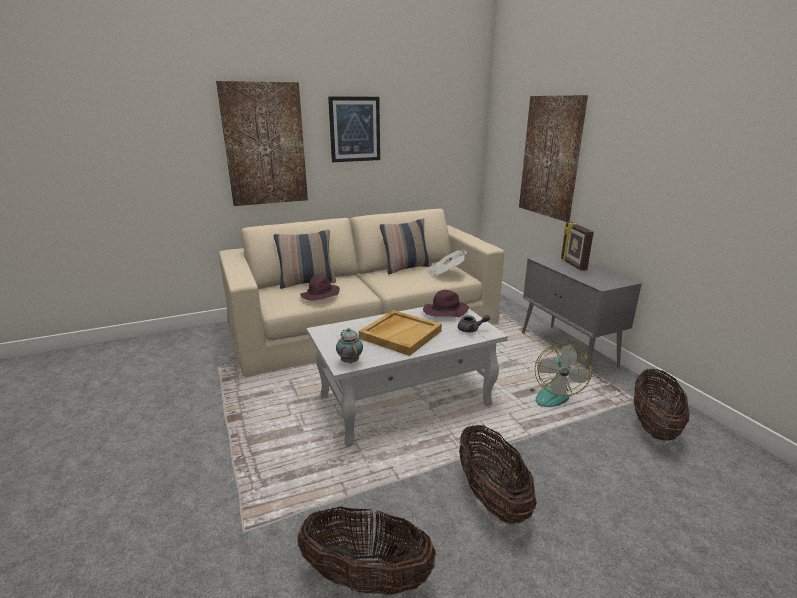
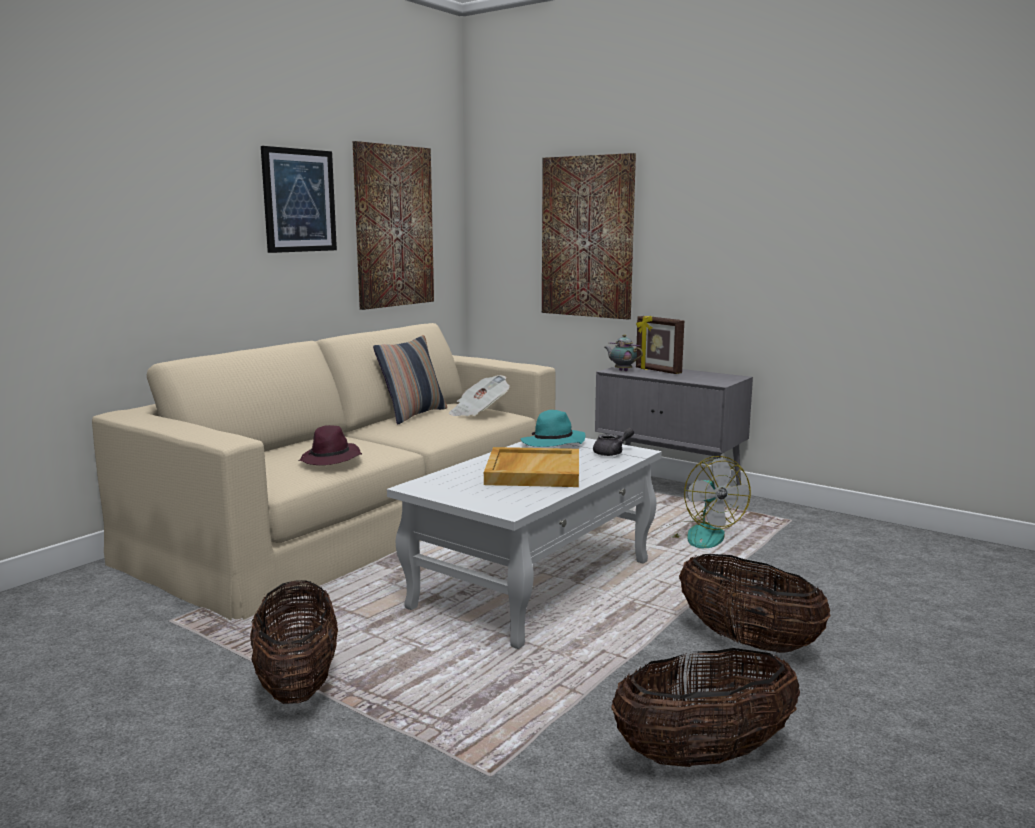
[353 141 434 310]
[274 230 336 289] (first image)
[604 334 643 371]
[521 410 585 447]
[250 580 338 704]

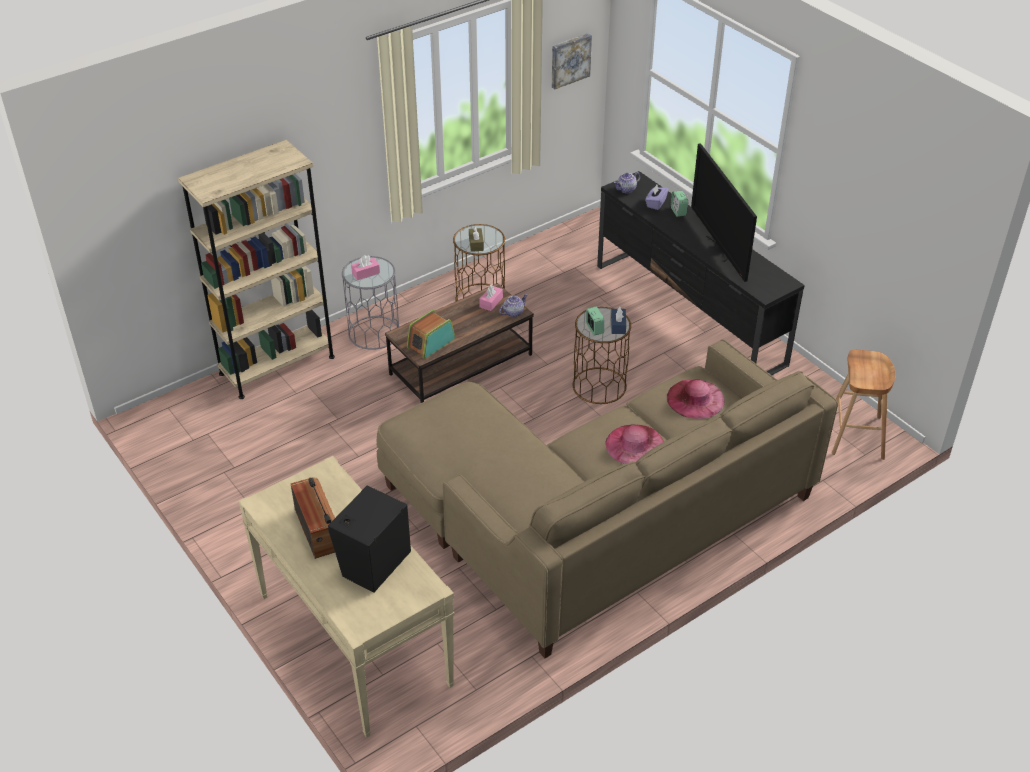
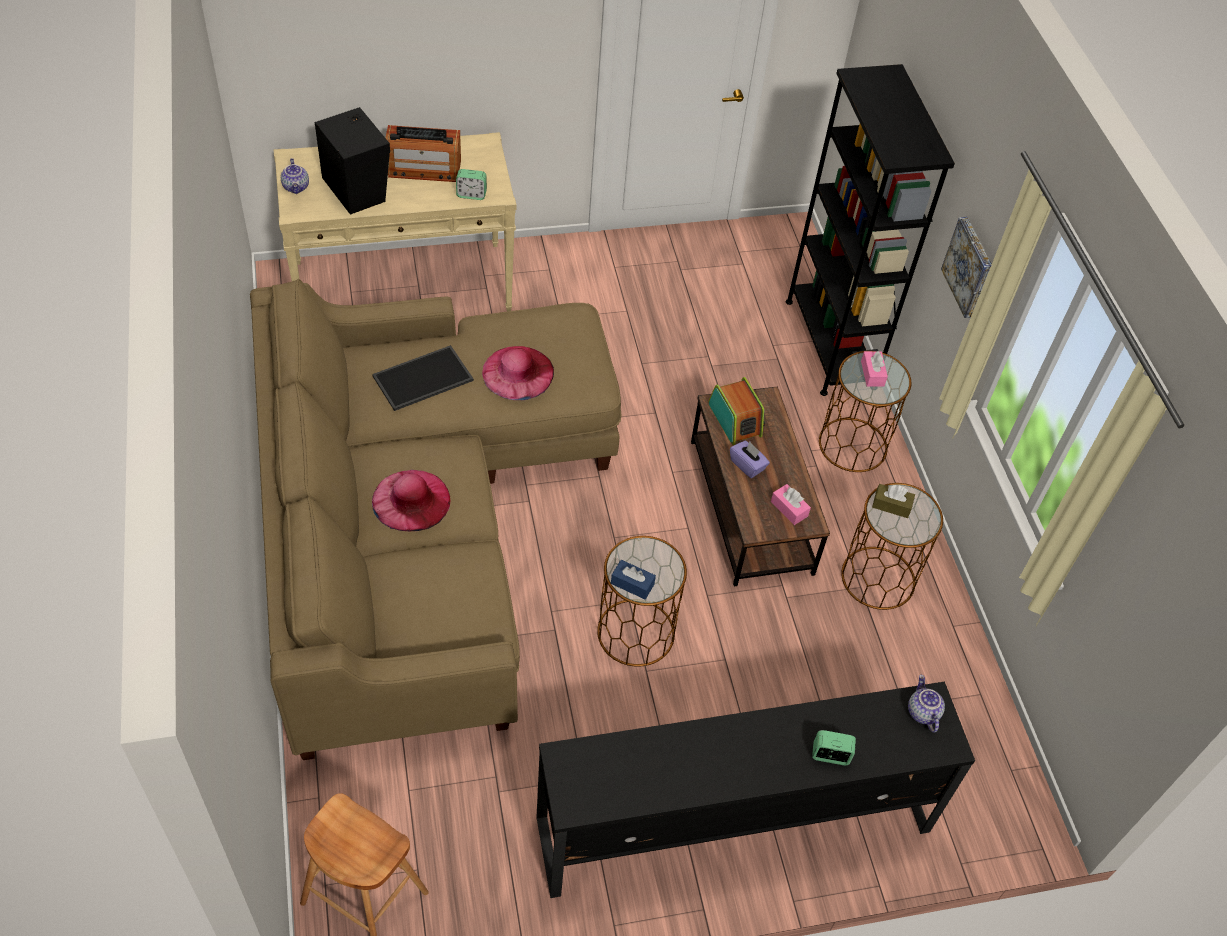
[786 64 955 396]
[819 351 911 472]
[281 158 309 194]
[941 217 992 318]
[456 169 487 200]
[730 441 770 478]
[482 346 554 400]
[691 143 757 282] (first image)
[372 345 474 411]

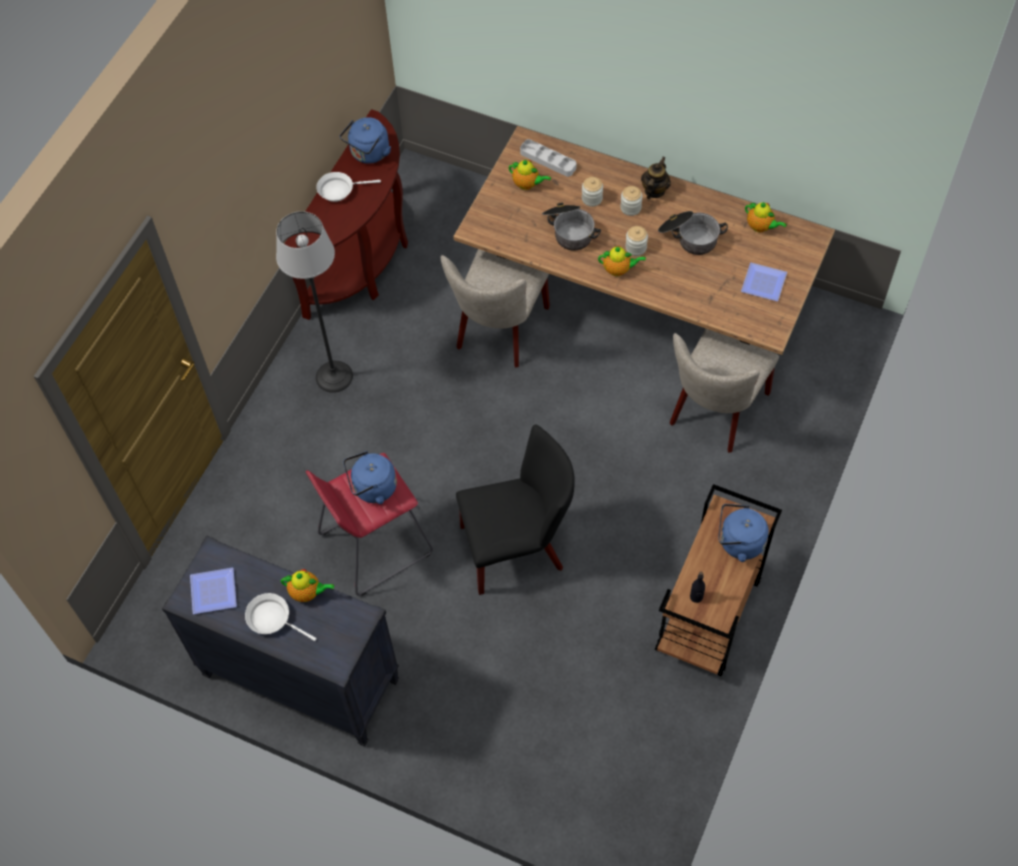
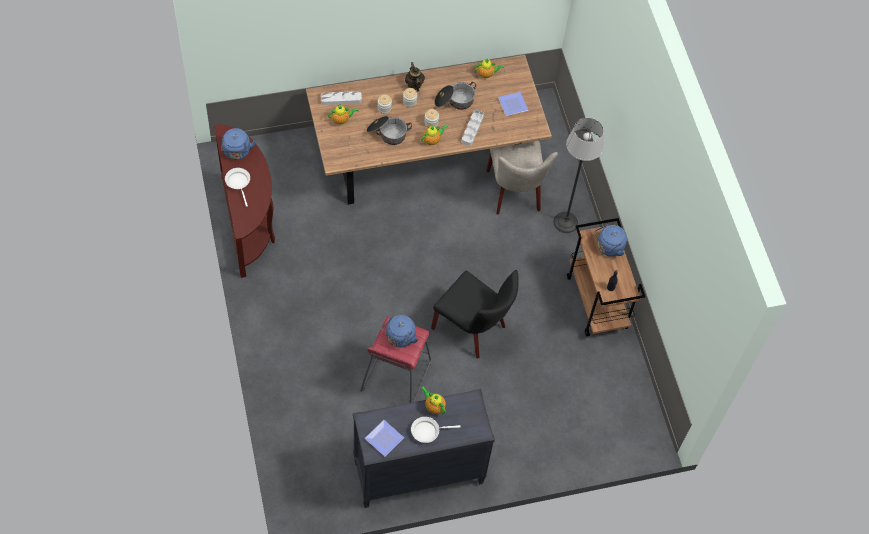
[553 118 604 233]
[421 386 446 414]
[225 168 250 207]
[441 249 550 368] (first image)
[431 270 519 359]
[462 110 484 146]

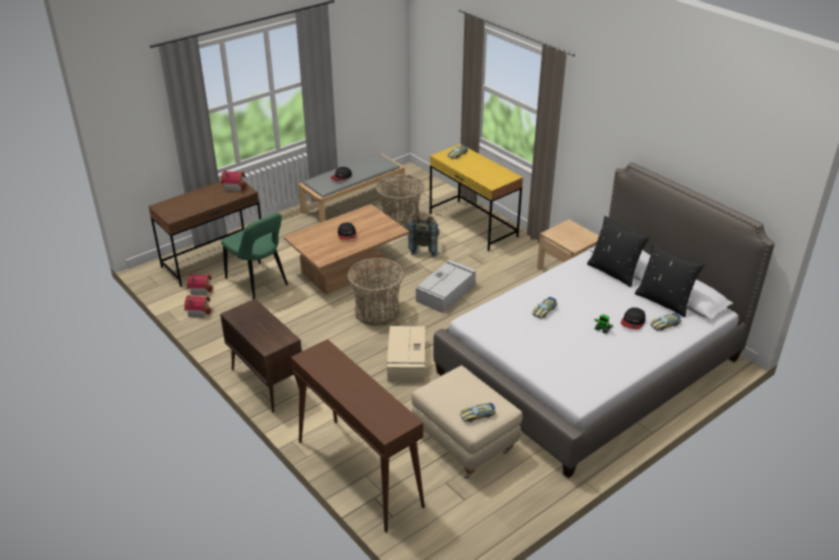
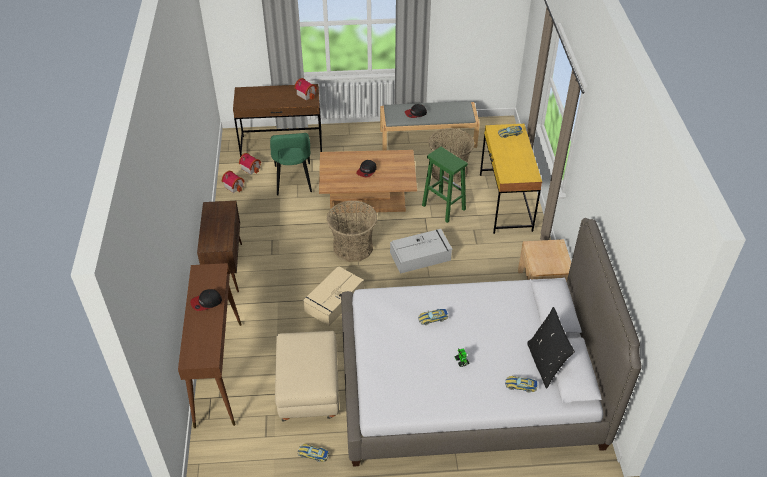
[422 147 468 223]
[298 444 329 462]
[587 216 650 287] (first image)
[190 289 222 311]

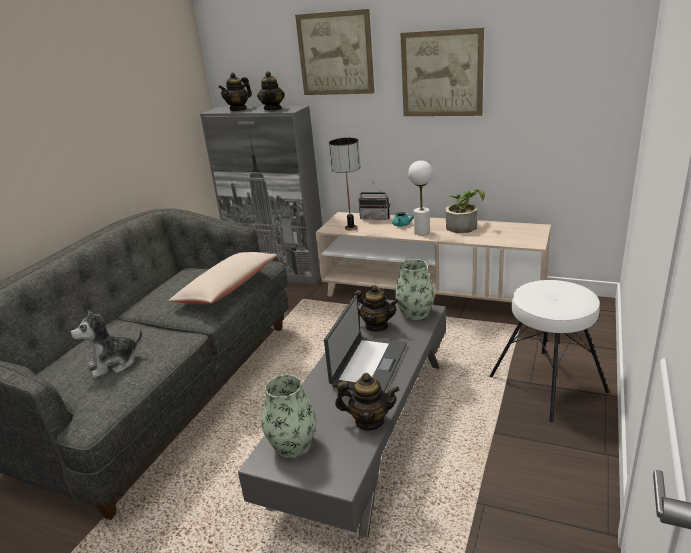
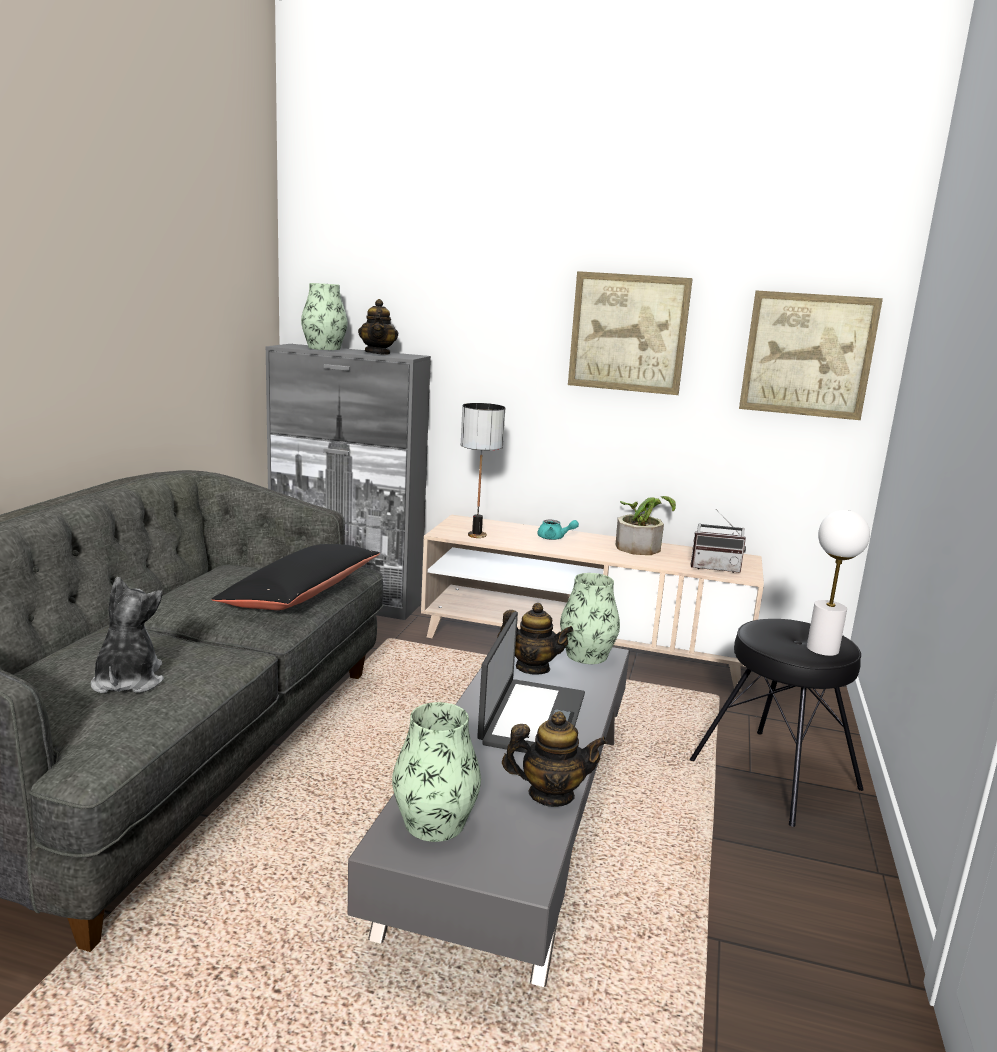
[91 577 164 693]
[211 544 380 610]
[301 283 348 350]
[739 290 883 420]
[690 509 746 573]
[807 510 870 656]
[690 619 864 827]

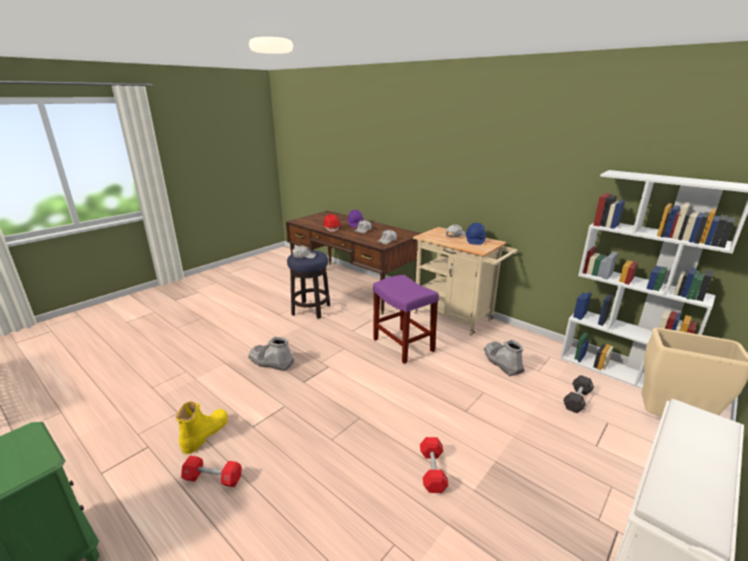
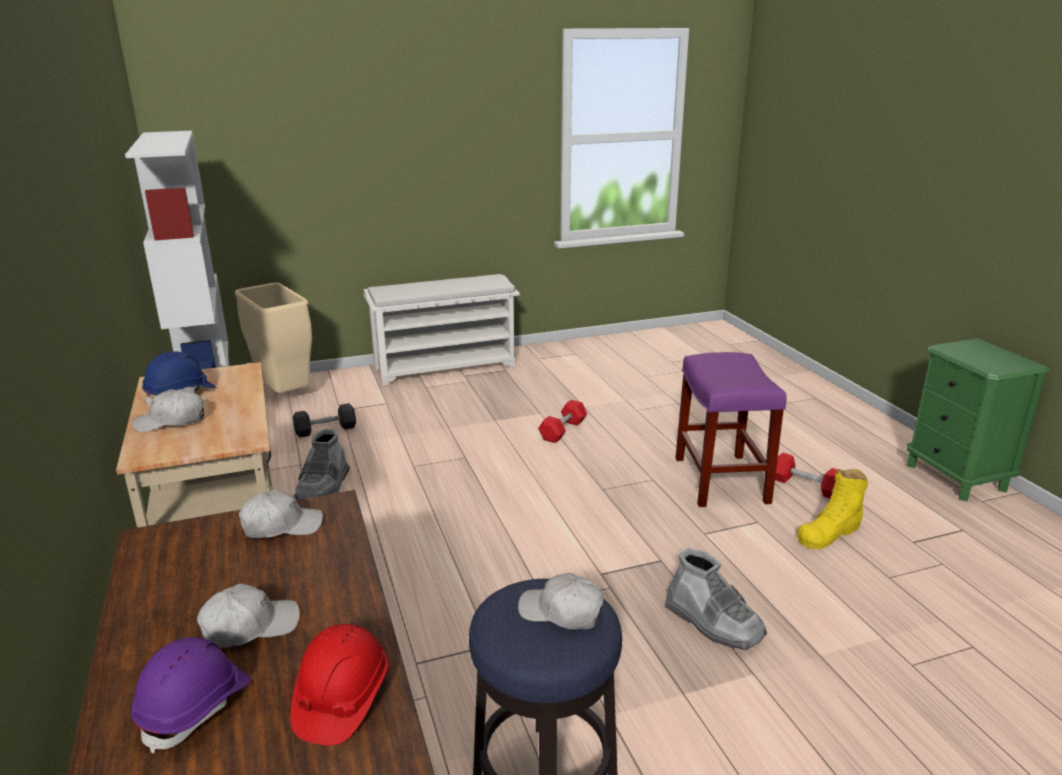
[676 352 787 507]

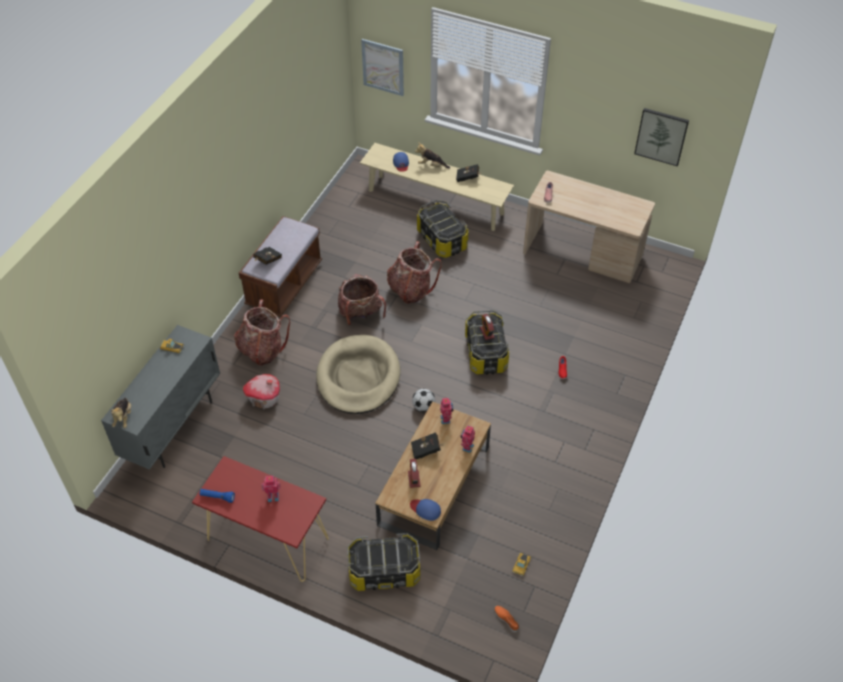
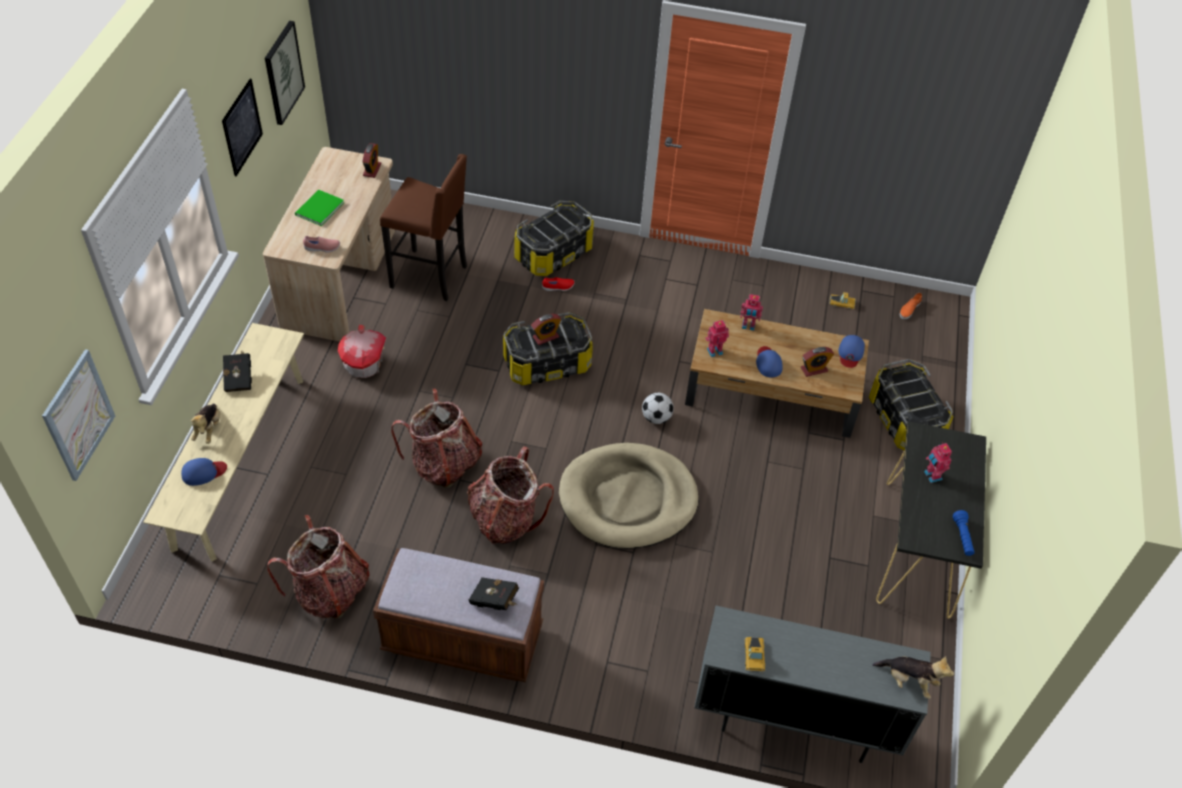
[872 656 954 699]
[876 421 986 619]
[267 515 369 618]
[338 325 386 378]
[756 346 783 378]
[514 201 594 276]
[222 79 263 177]
[295 190 344 226]
[362 143 381 178]
[380 154 467 301]

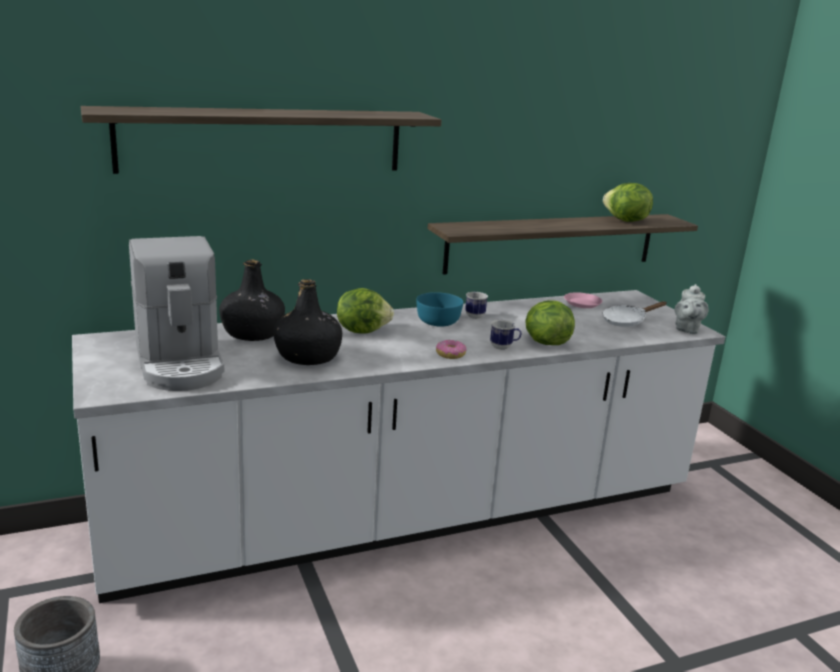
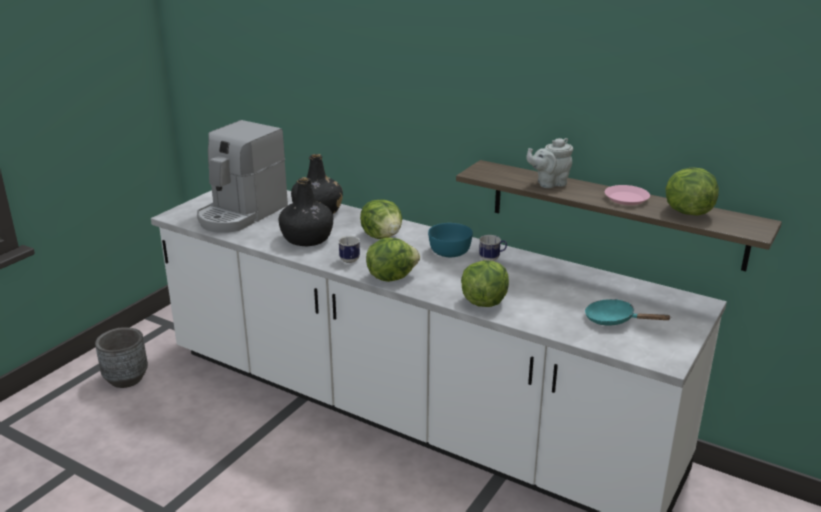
[81 106 442 174] (first image)
[366 238 420 282]
[338 236 360 263]
[605 185 650 205]
[585 299 671 326]
[526 138 573 188]

